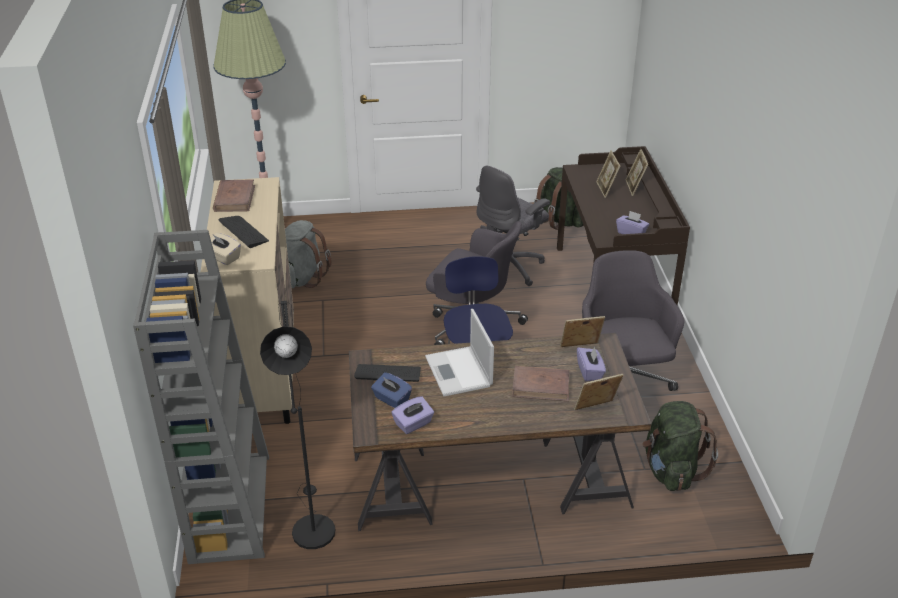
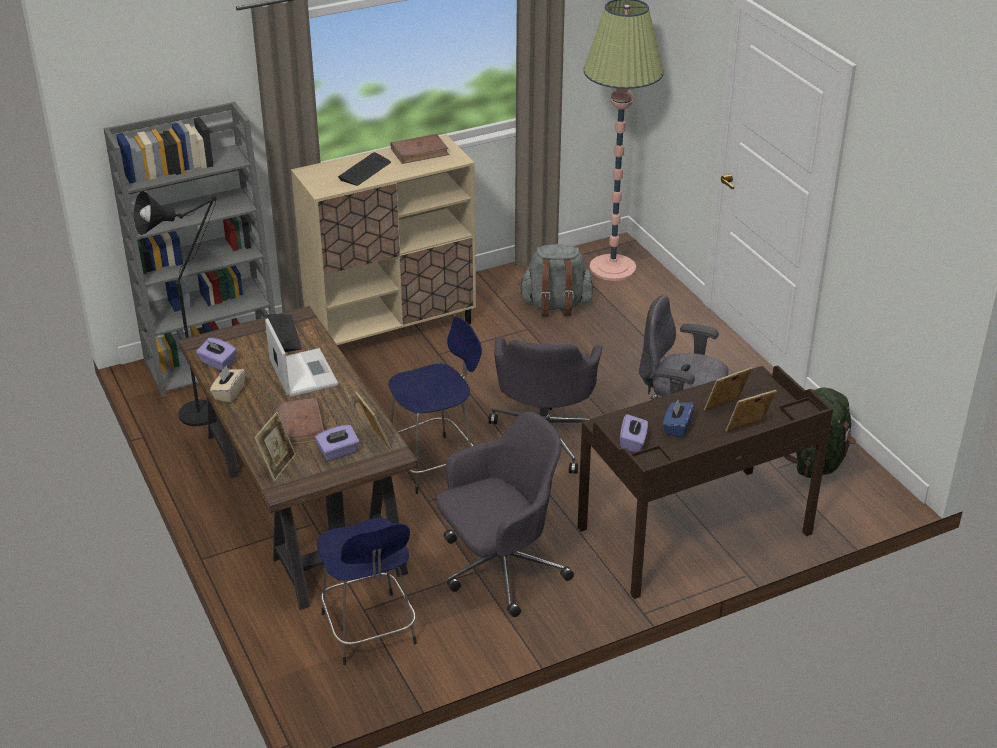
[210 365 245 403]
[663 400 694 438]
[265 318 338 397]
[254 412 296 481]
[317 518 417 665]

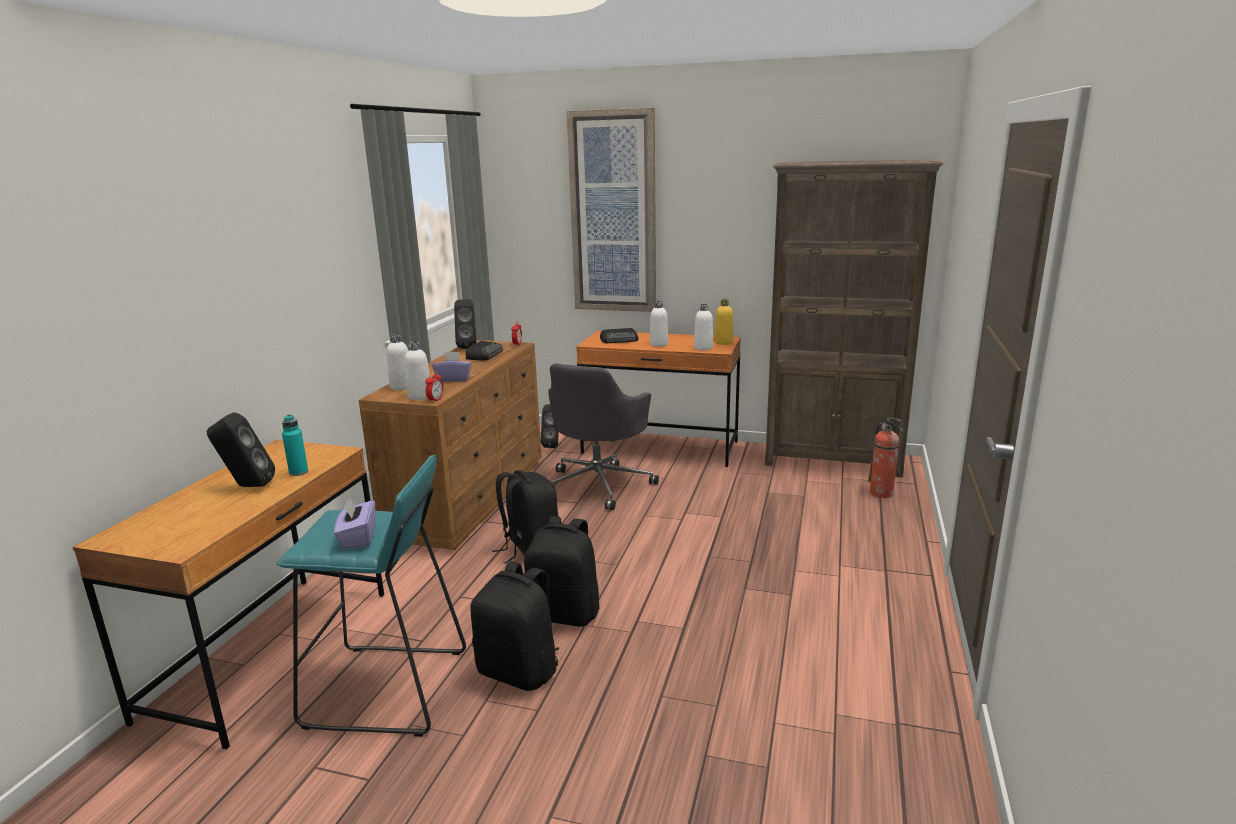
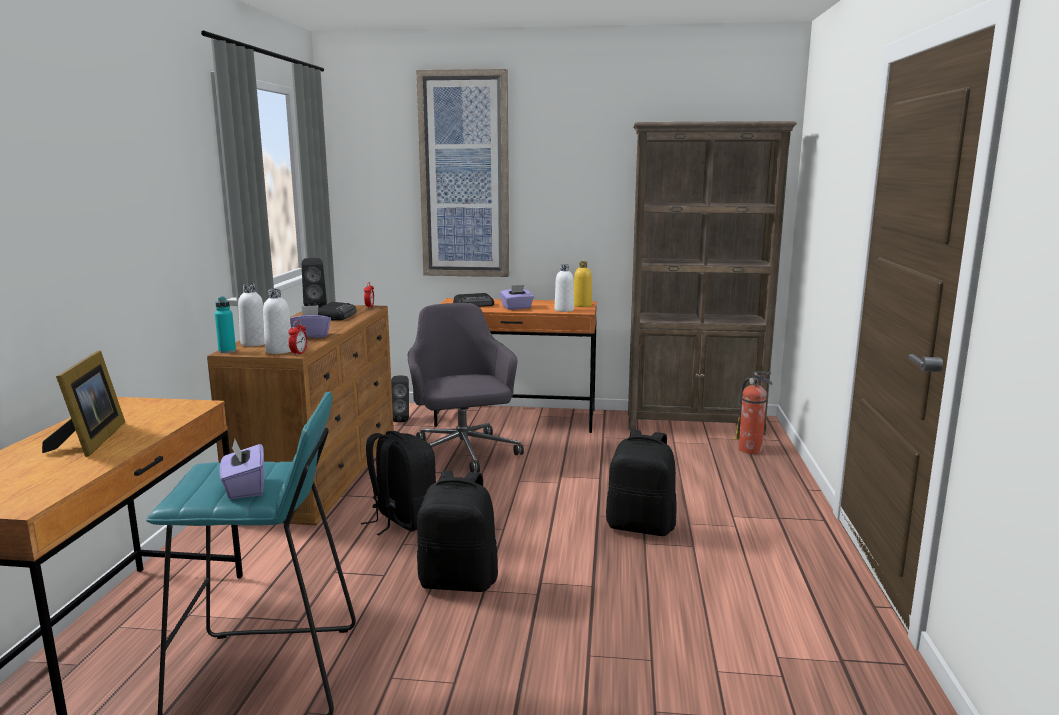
[42 351 125 457]
[215 297 236 353]
[606 430 676 536]
[408 303 524 472]
[500 285 534 310]

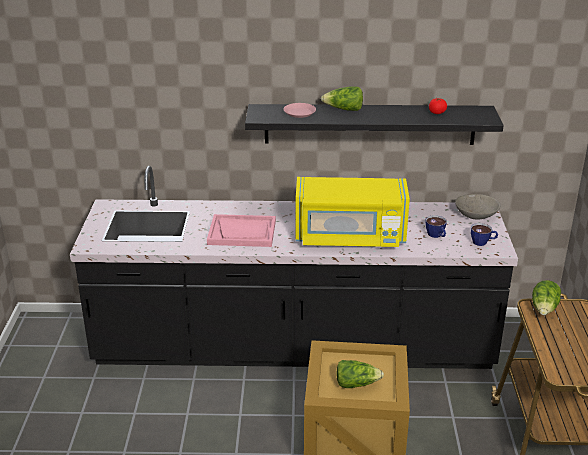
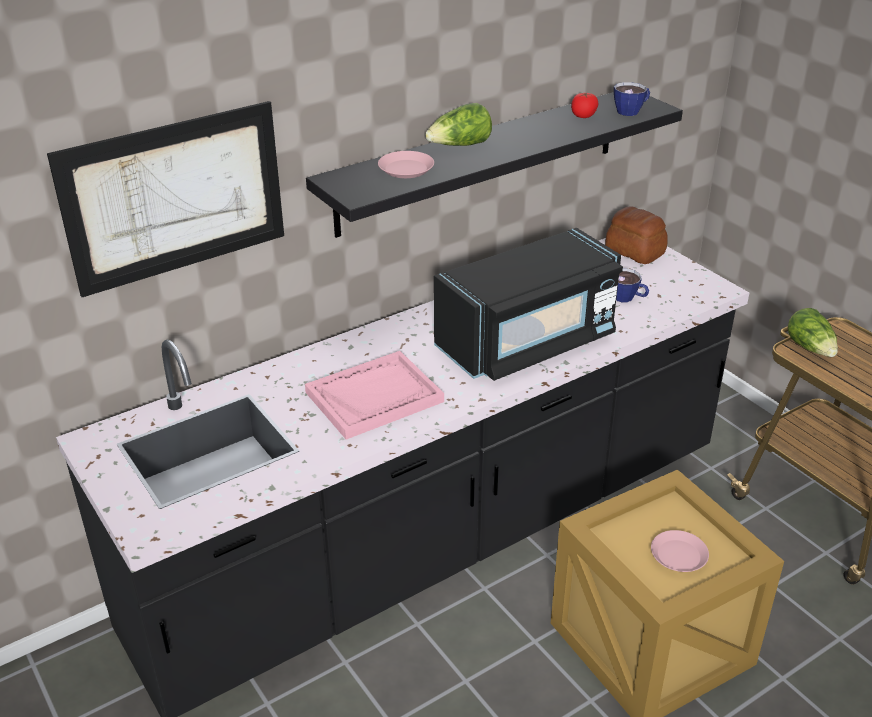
[434 228 623 381]
[651 530 709 572]
[605 206 668 264]
[614 82 650 116]
[47 101 284 297]

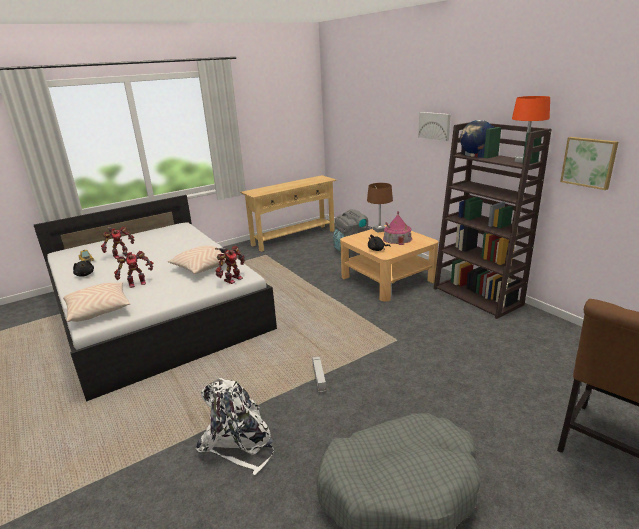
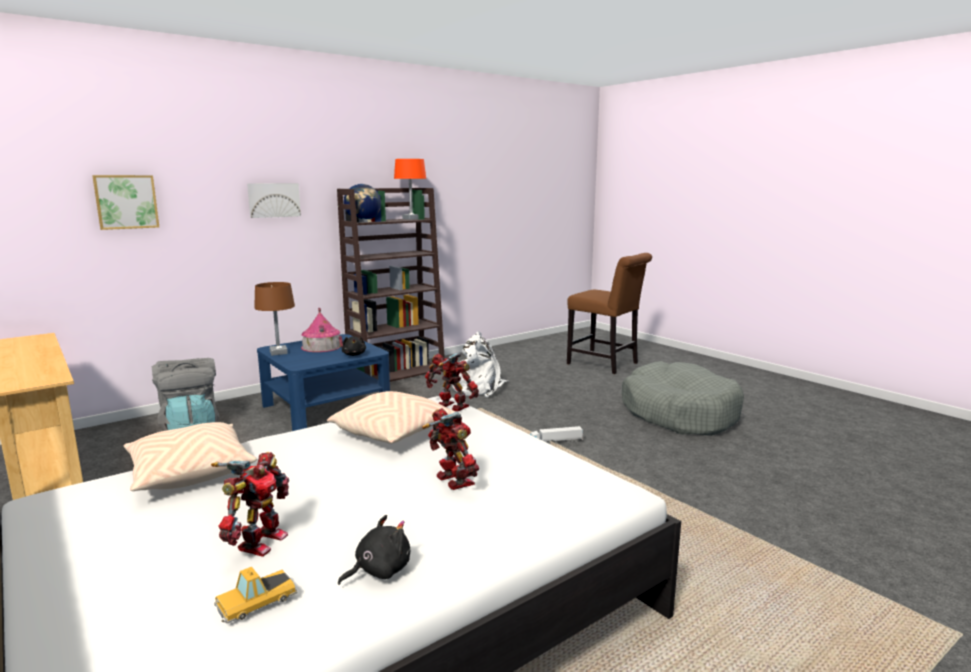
[124 422 257 491]
[211 452 290 557]
[452 331 509 397]
[257 334 390 431]
[92 175 159 230]

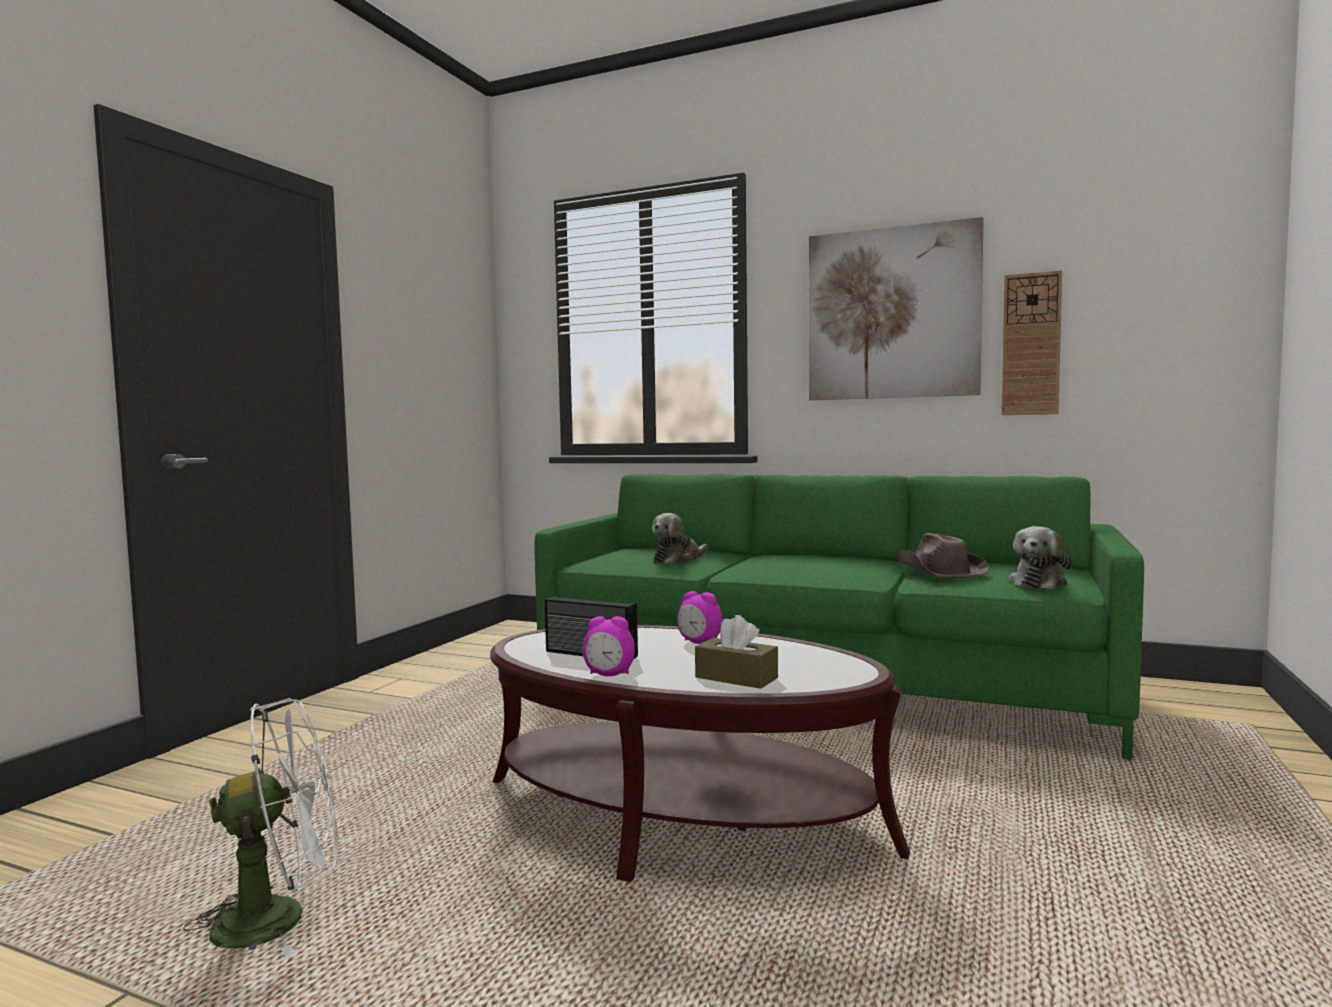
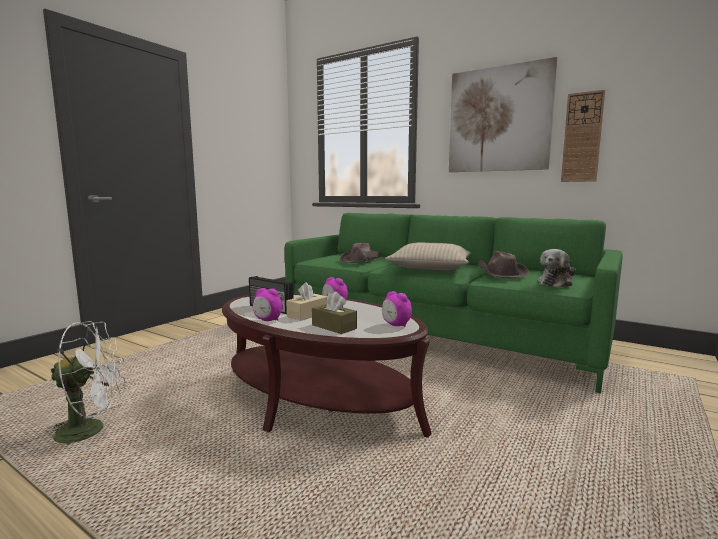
[339 243 382 263]
[286 282 328 321]
[382 291 412 327]
[385 242 471 270]

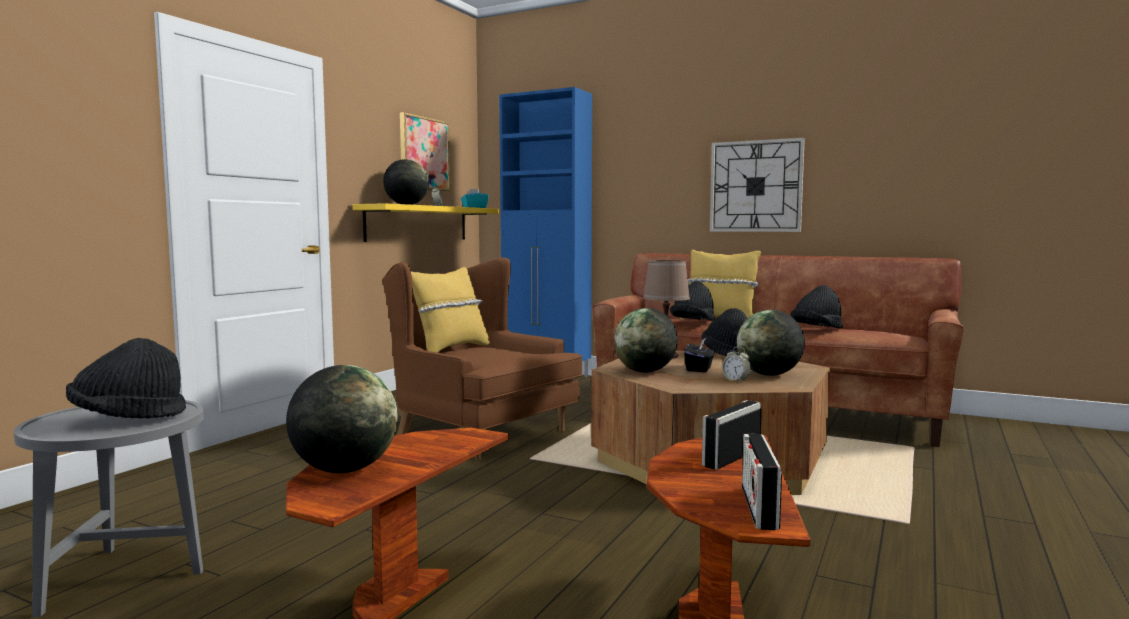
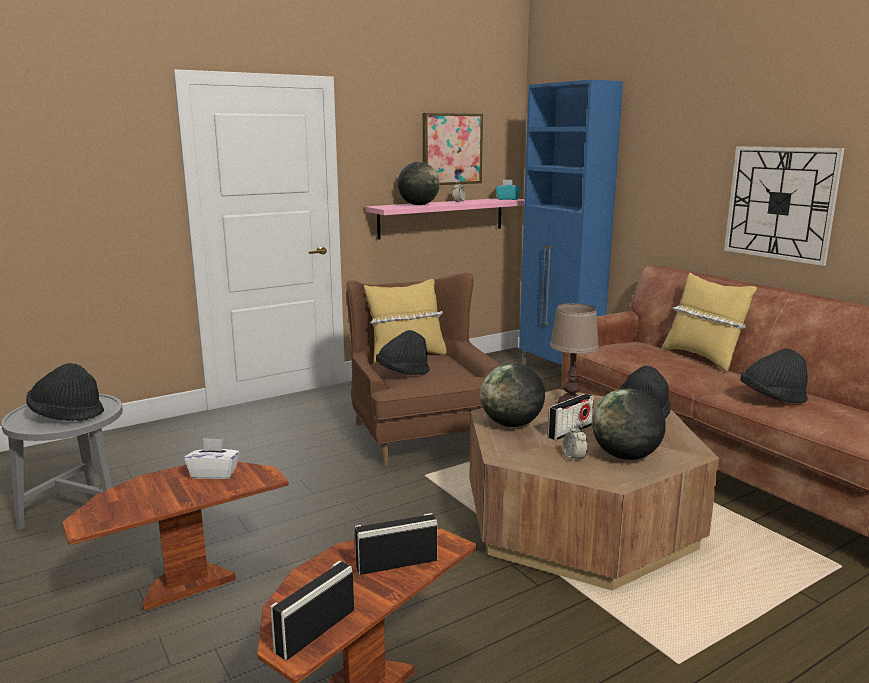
[286 365 398 473] (first image)
[366 198 524 239]
[376 330 430 375]
[547 394 594 441]
[184 438 240 479]

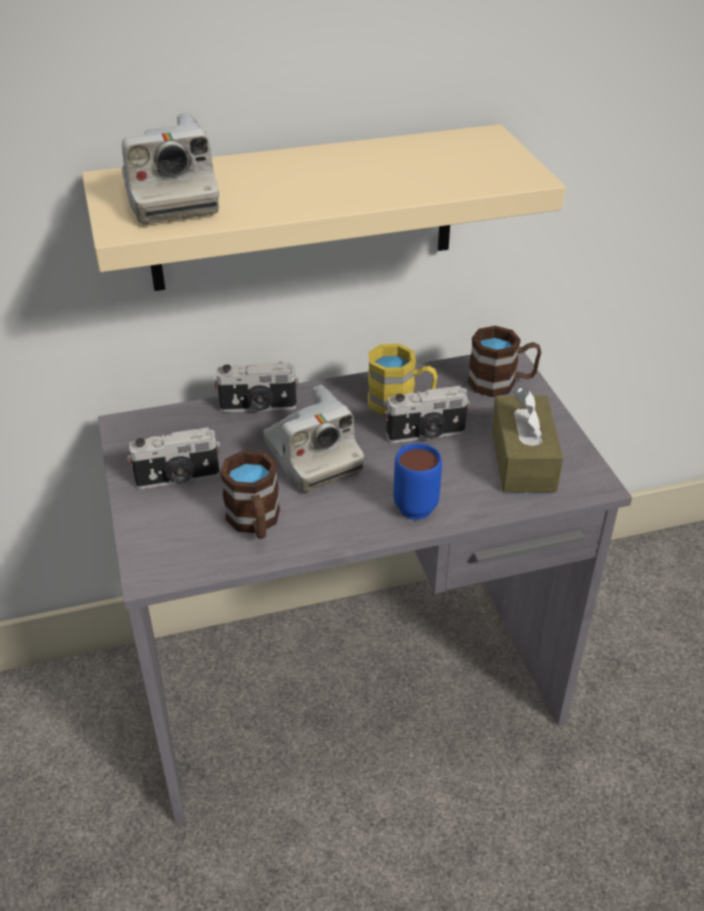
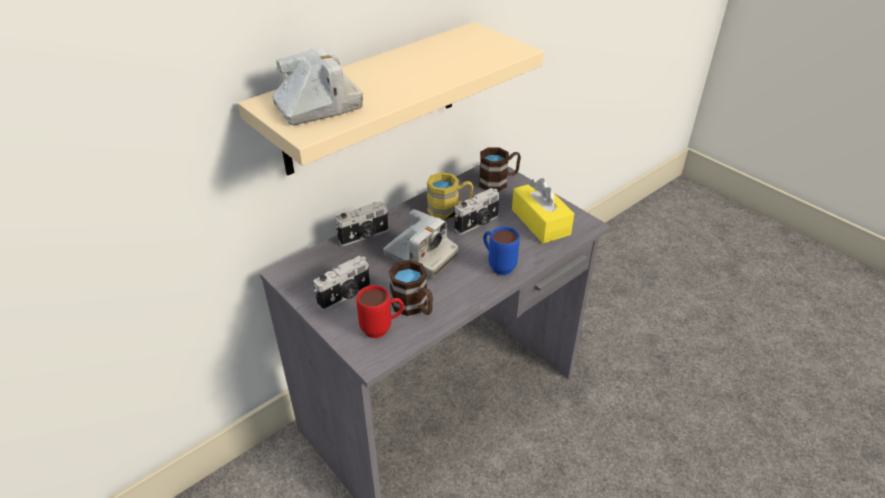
[272 48 363 125]
[512 178 575 244]
[356 285 404 338]

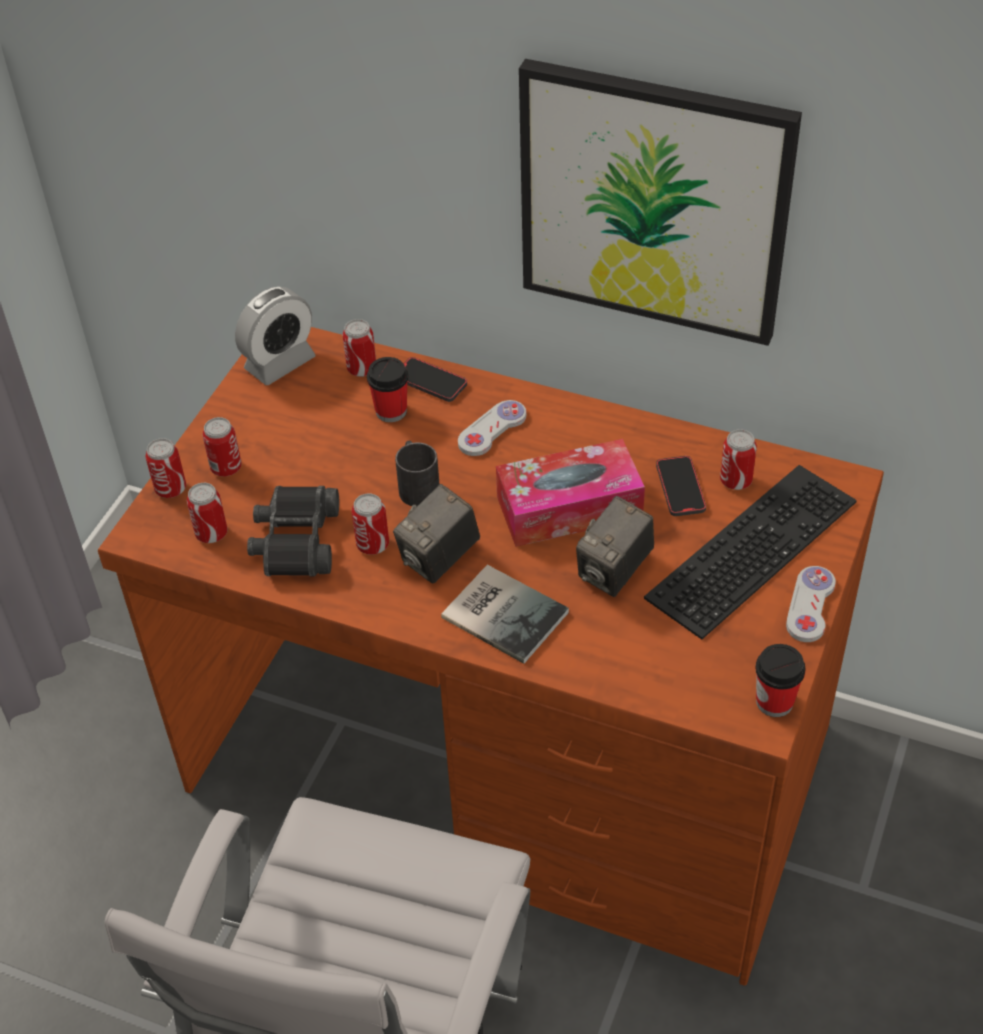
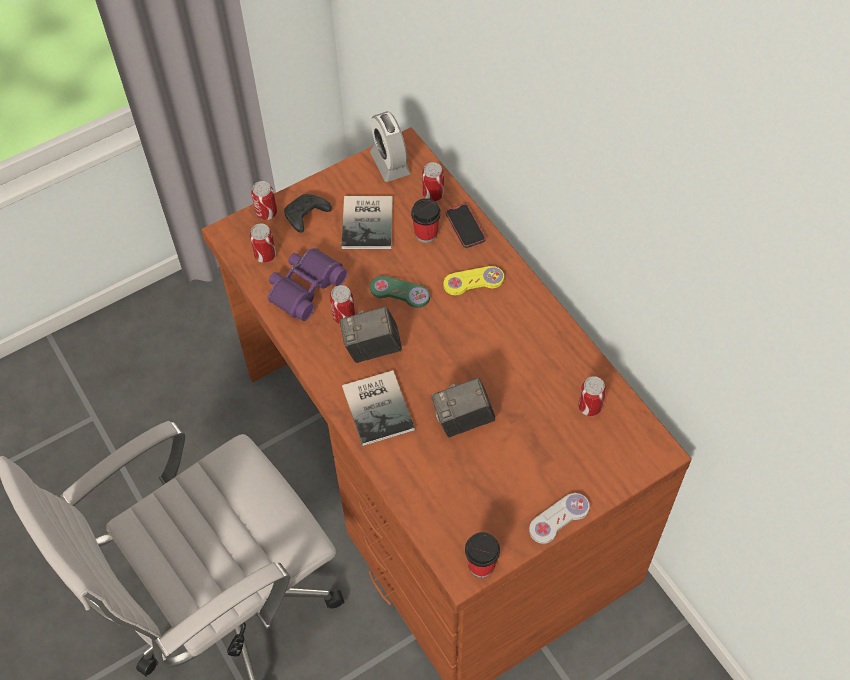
[284 194 332 233]
[370 111 411 182]
[268 248 348 321]
[370 276 430 308]
[443 266 504 295]
[496 439 645 547] (first image)
[519 59 802 346] (first image)
[644 465 857 640] (first image)
[656 456 706 516] (first image)
[341 196 393 249]

